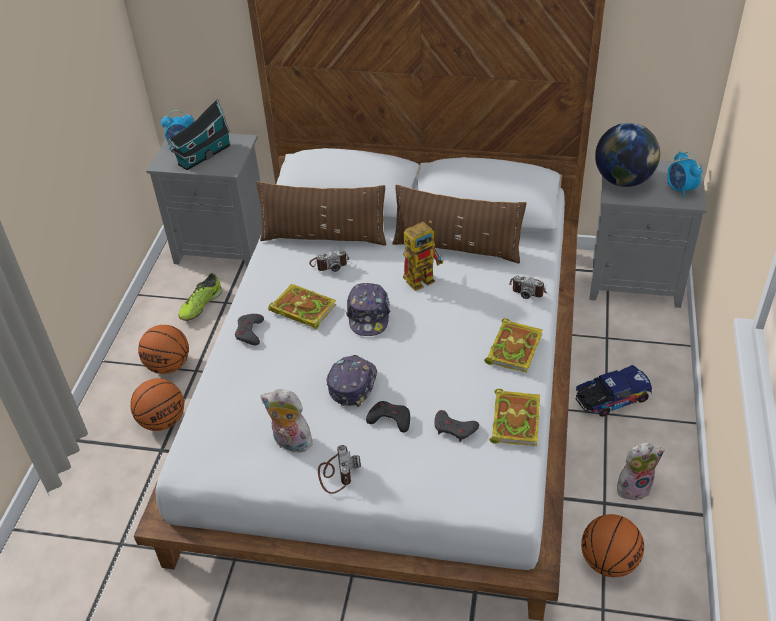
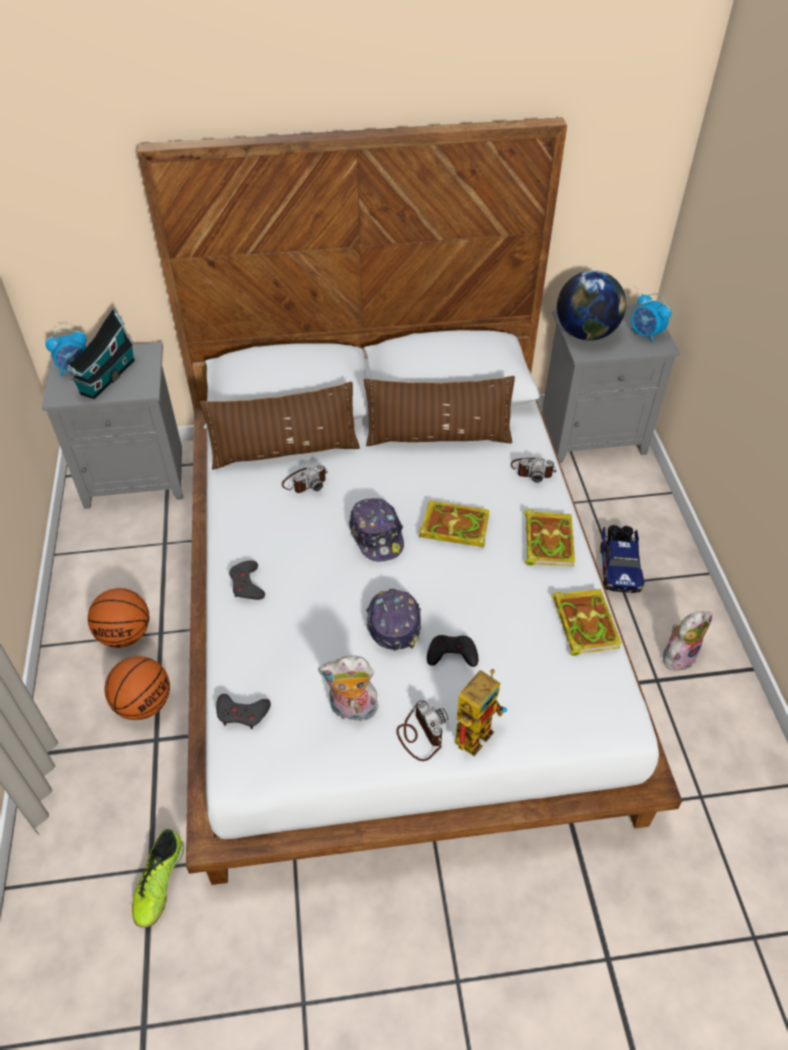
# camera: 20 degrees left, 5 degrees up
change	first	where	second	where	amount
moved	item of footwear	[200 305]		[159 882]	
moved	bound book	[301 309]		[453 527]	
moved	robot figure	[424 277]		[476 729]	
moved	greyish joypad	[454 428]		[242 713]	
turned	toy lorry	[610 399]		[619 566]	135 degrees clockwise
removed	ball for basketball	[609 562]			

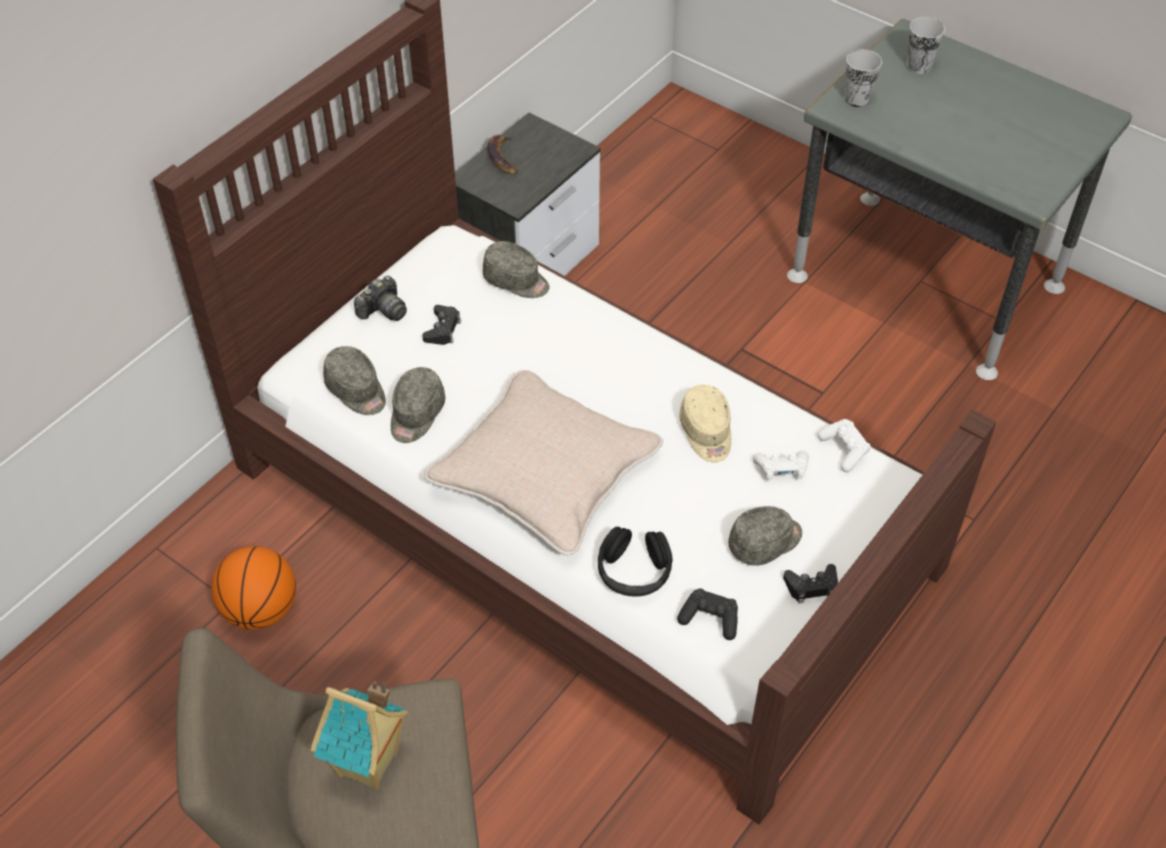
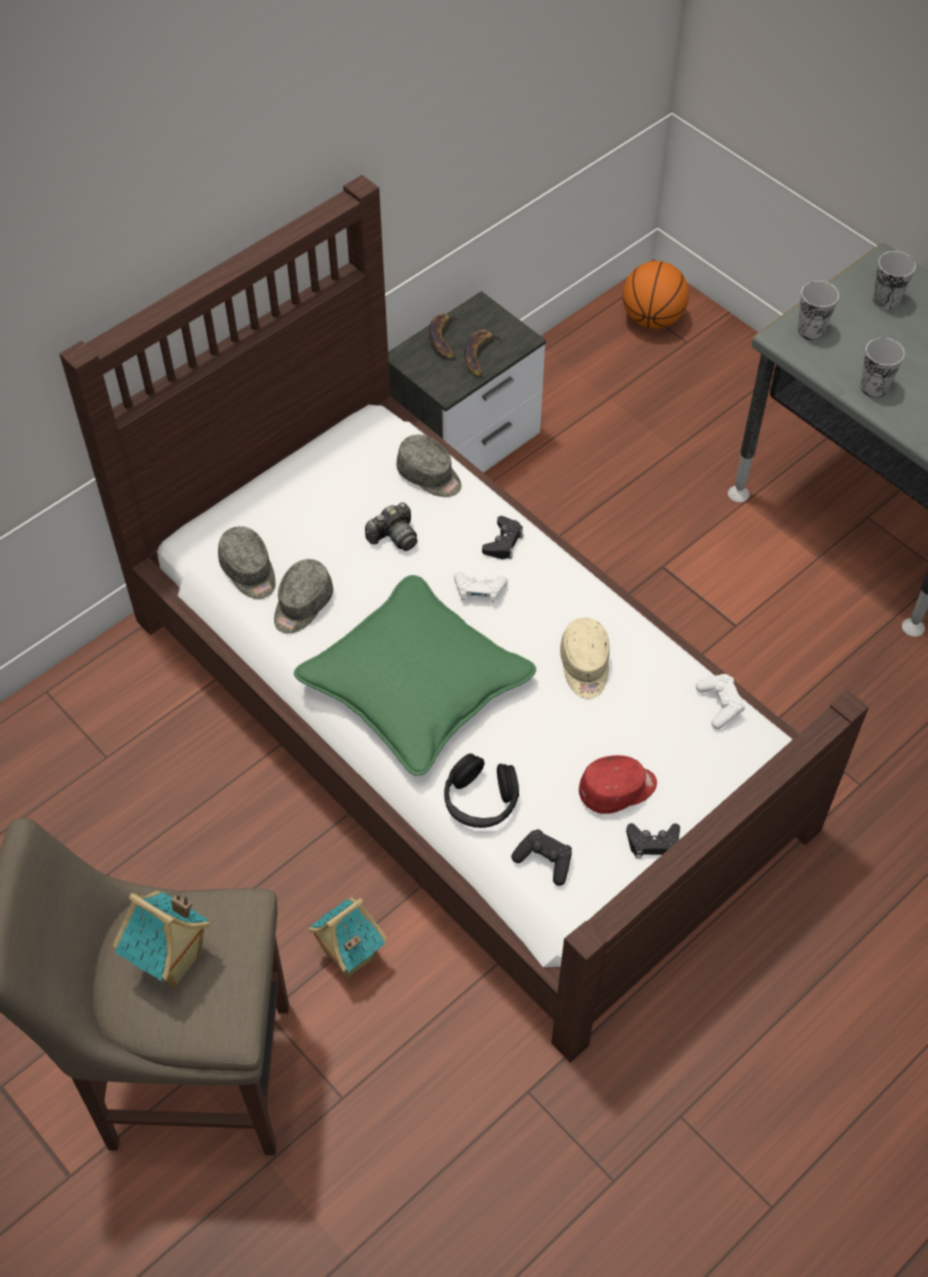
# camera: 10 degrees right, 5 degrees up
change	first	where	second	where	amount
moved	ball for basketball	[260 610]		[652 319]	
moved	still camera	[383 310]		[394 536]	
moved	black joypad	[443 329]		[503 542]	
recoloured	beige throw pillow	[545 471]	green-coloured throw pillow	[415 683]	
recoloured	greyish peaked cap	[766 542]	reddish peaked cap	[618 790]	
moved	whitish joypad	[781 470]		[479 592]	
added			model house	[349 957]	
added			whole banana	[480 355]	
added			cup	[874 387]	

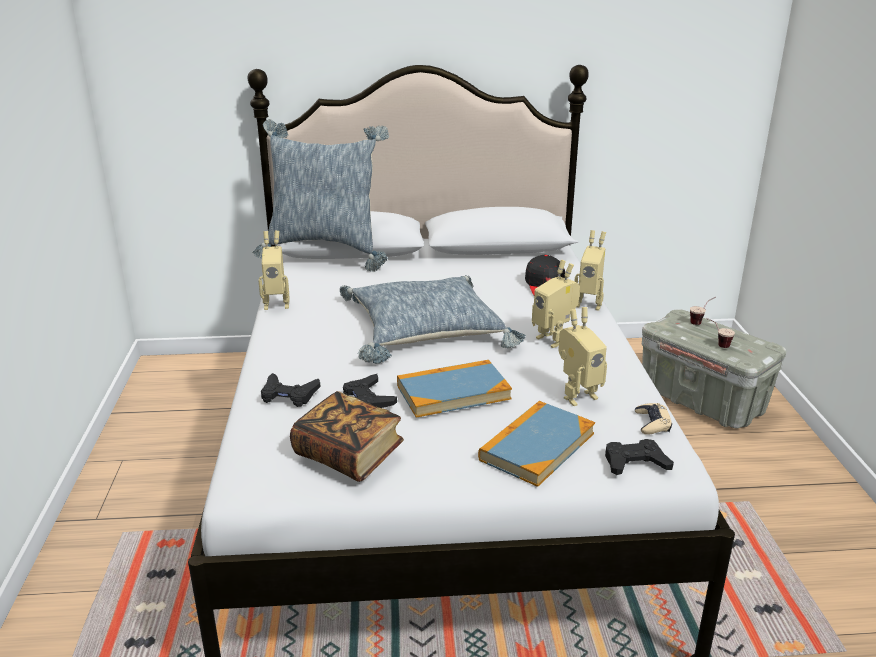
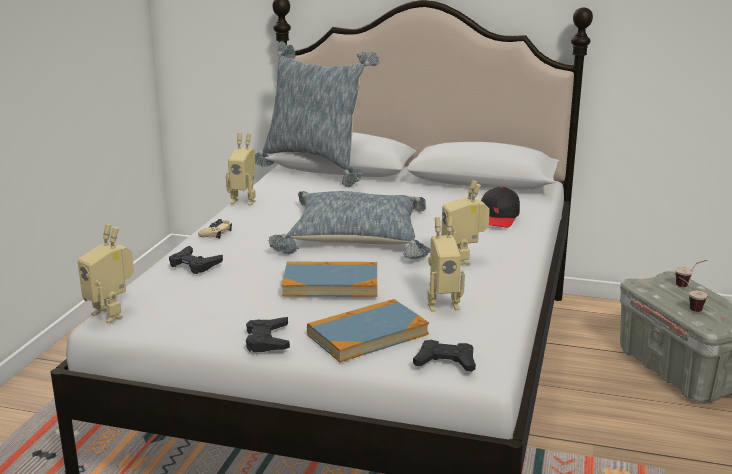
# camera: 20 degrees right, 5 degrees down
change	first	where	second	where	amount
removed	bound book	[348 454]			
moved	black joypad	[368 399]		[267 340]	
moved	robot figure	[589 304]		[112 314]	
moved	beige joypad	[652 423]		[216 233]	

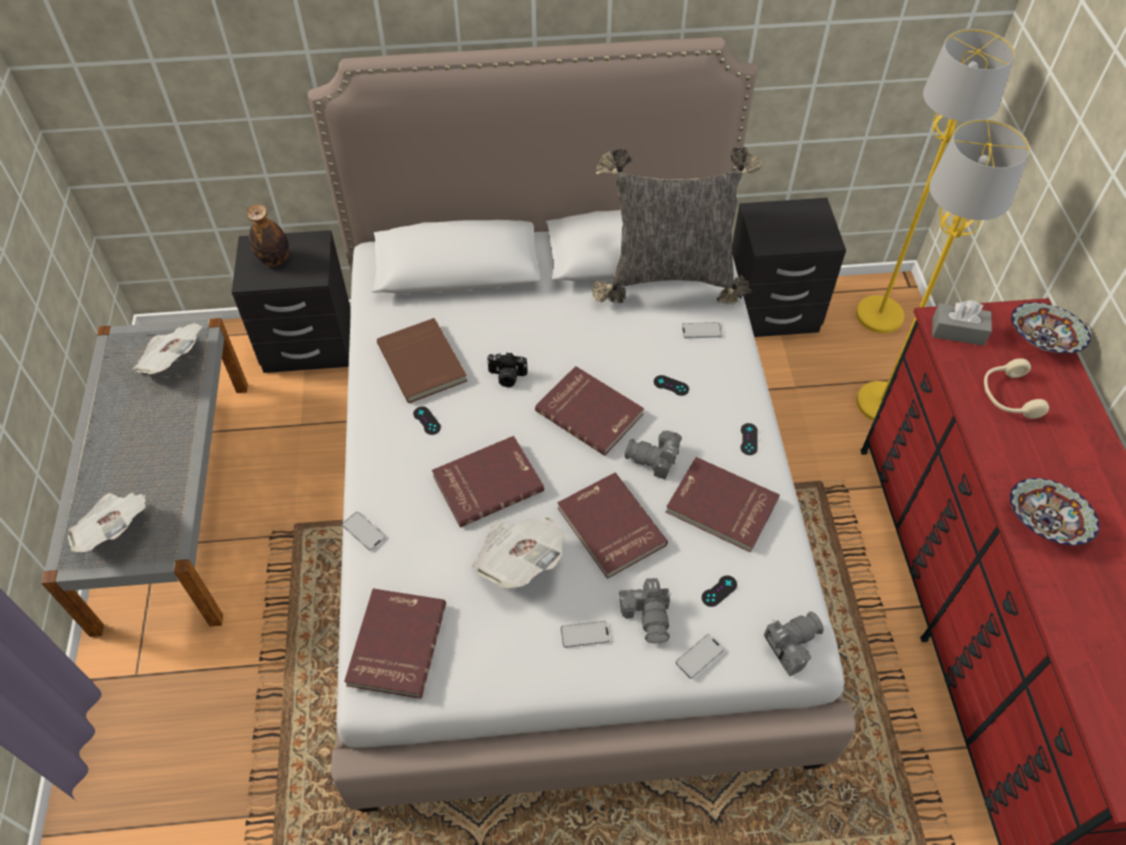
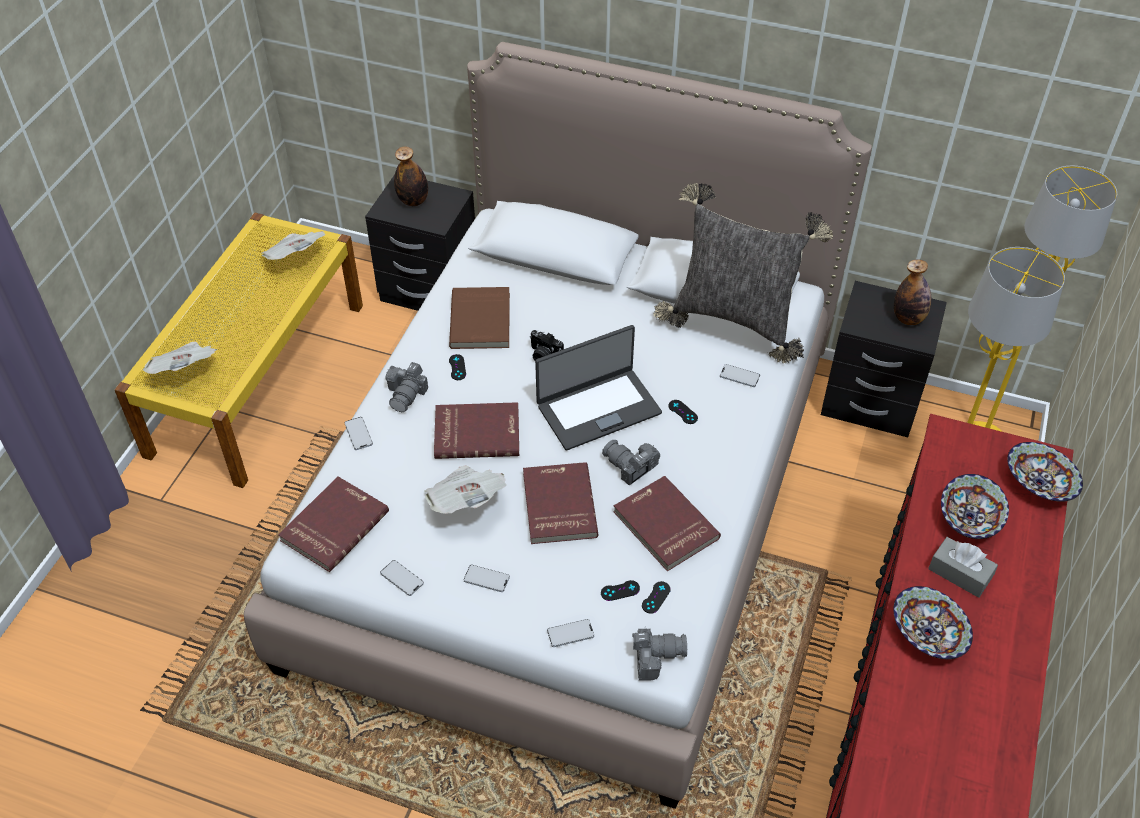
# camera: 25 degrees right, 5 degrees down
change	first	where	second	where	amount
recoloured	greyish indoor bench	[174 500]	yellowish indoor bench	[257 377]	
replaced	reddish bound book	[590 412]	laptop	[598 408]	
moved	still camera	[648 615]		[407 394]	
moved	black joypad	[749 439]		[656 597]	
moved	greyish tissue holder	[958 331]		[959 573]	
replaced	beige headset	[1007 396]	deep dish	[968 518]	
added			phone	[402 578]	
added			bottle	[908 318]	

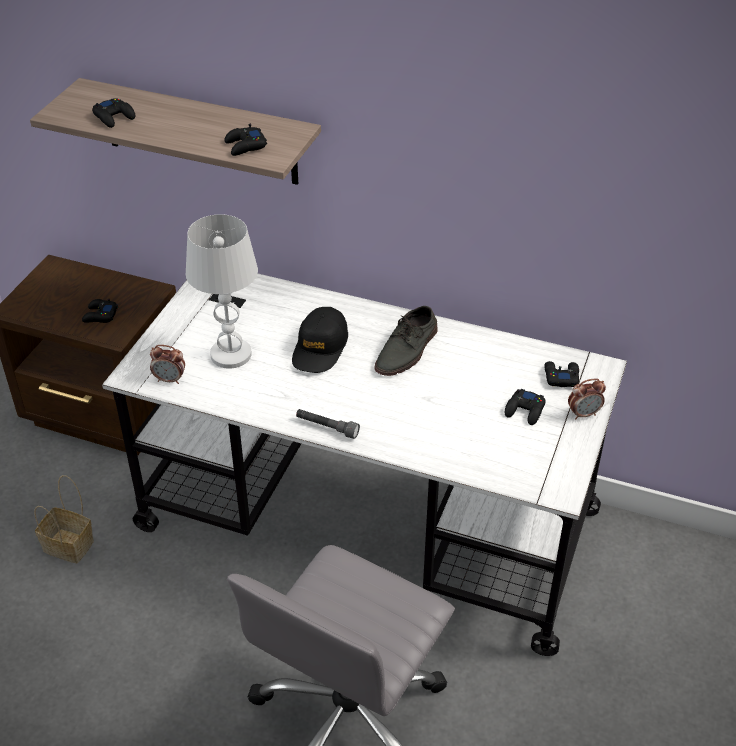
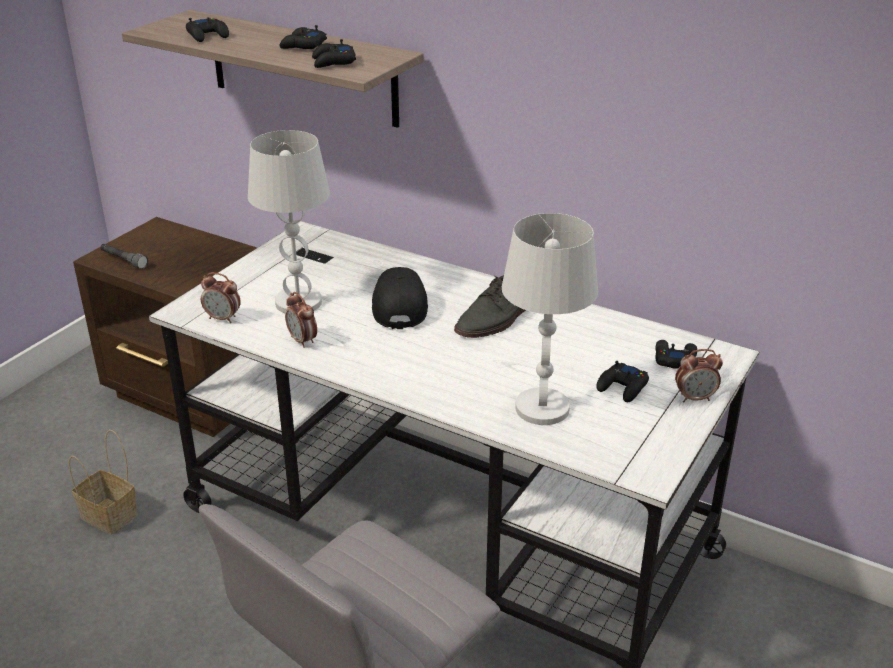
# camera: 10 degrees right, 10 degrees down
change	first	where	second	where	amount
moved	black joypad	[100 315]		[303 46]	
turned	black peaked cap	[320 348]		[399 306]	150 degrees clockwise
moved	greyish torch	[327 427]		[123 261]	
added			table clock	[302 341]	
added			whitish lamp for a table	[542 409]	

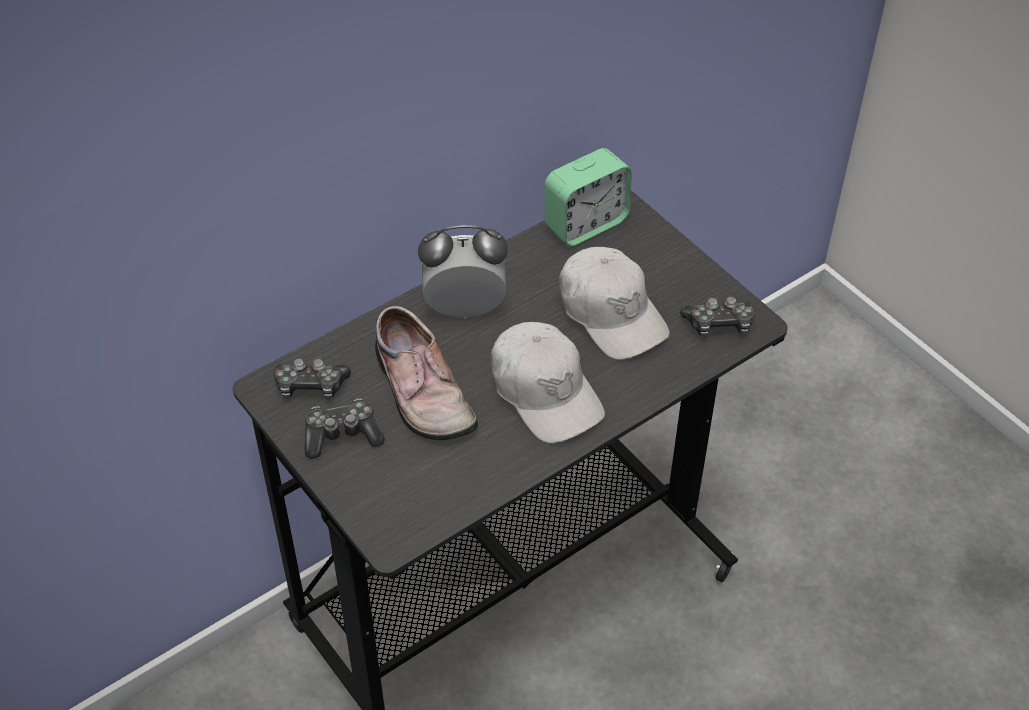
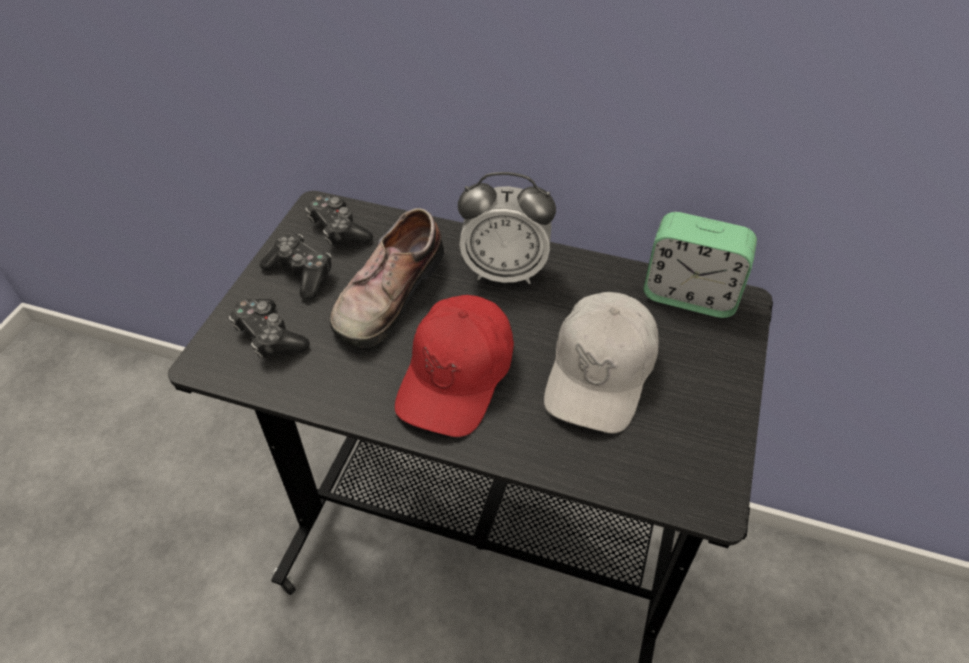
# camera: 55 degrees right, 0 degrees up
change	first	where	second	where	amount
turned	table clock	[465 309]		[505 271]	135 degrees clockwise
recoloured	whitish peaked cap	[545 392]	reddish peaked cap	[457 375]	
moved	joypad	[719 325]		[269 336]	

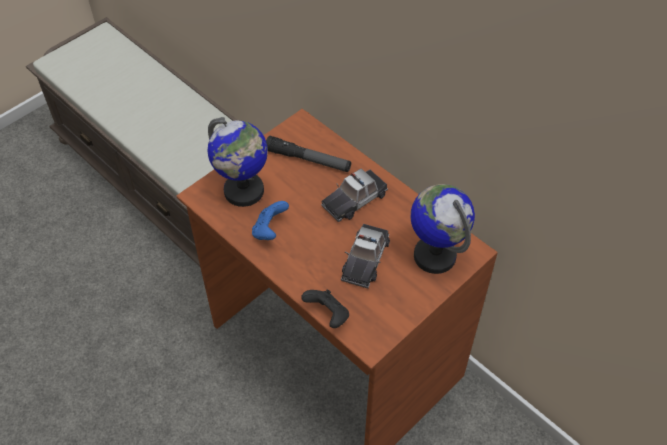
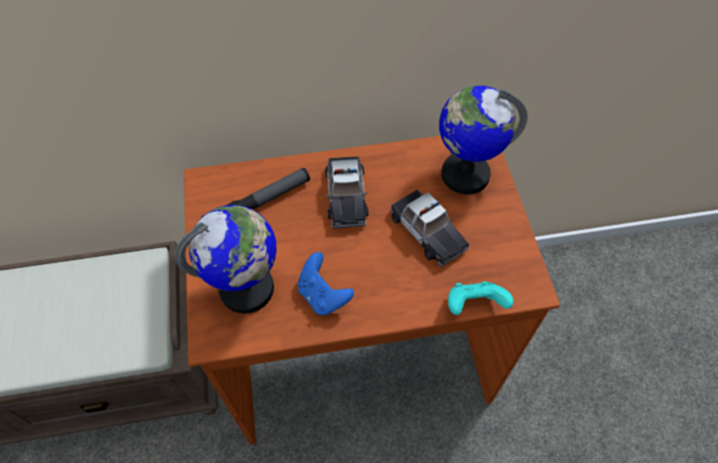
# camera: 55 degrees left, 5 degrees up
change	first	where	second	where	amount
recoloured	black joypad	[328 315]	turquoise joypad	[474 305]	

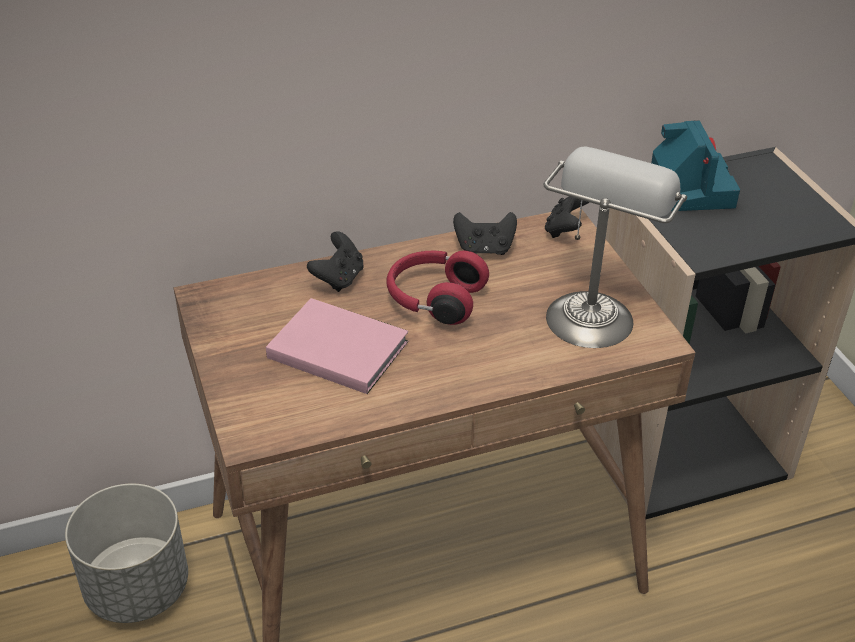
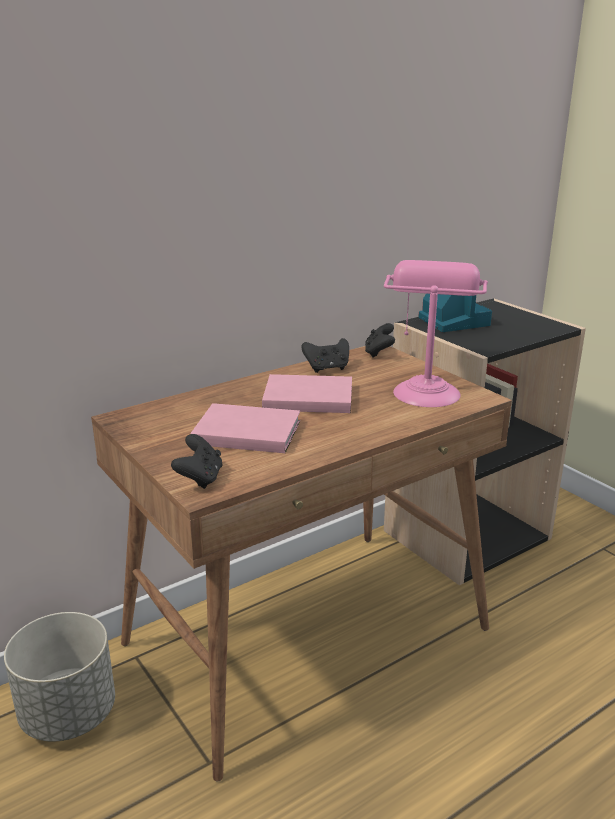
# camera: 15 degrees left, 15 degrees down
change	first	where	second	where	amount
moved	black joypad	[338 278]		[200 478]	
replaced	reddish headset	[434 299]	pinkish bound book	[306 397]	
recoloured	whitish lamp for a table	[594 307]	pinkish lamp for a table	[425 387]	

